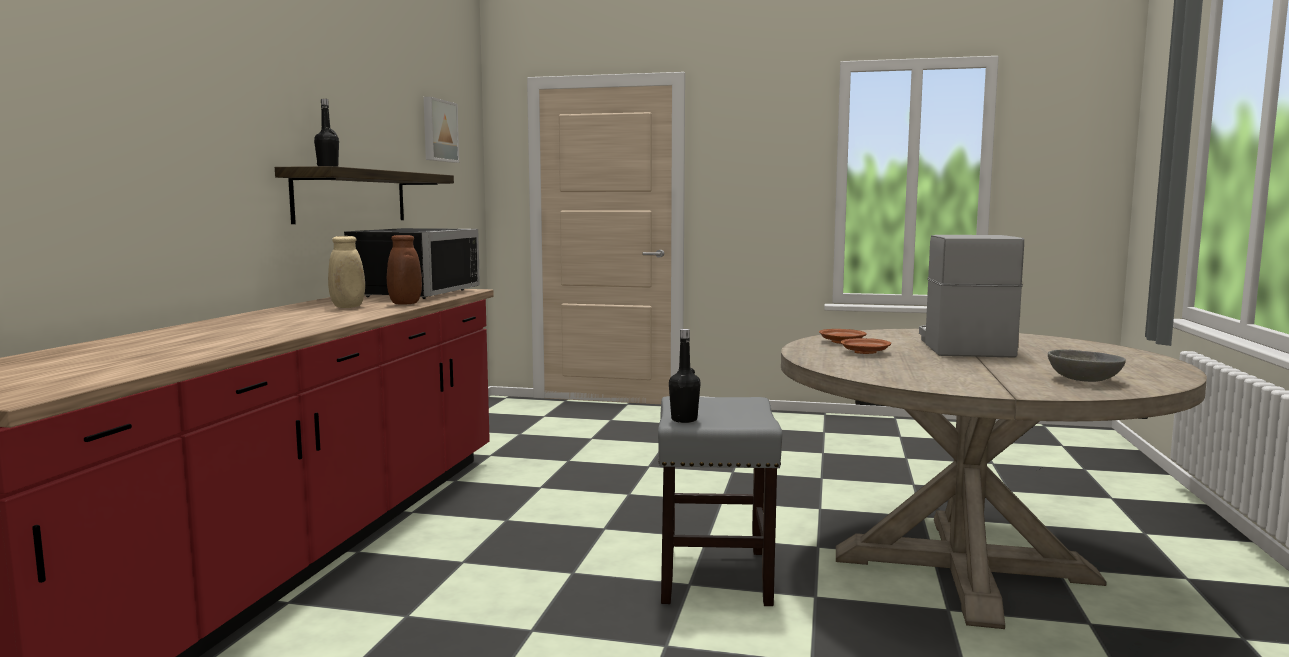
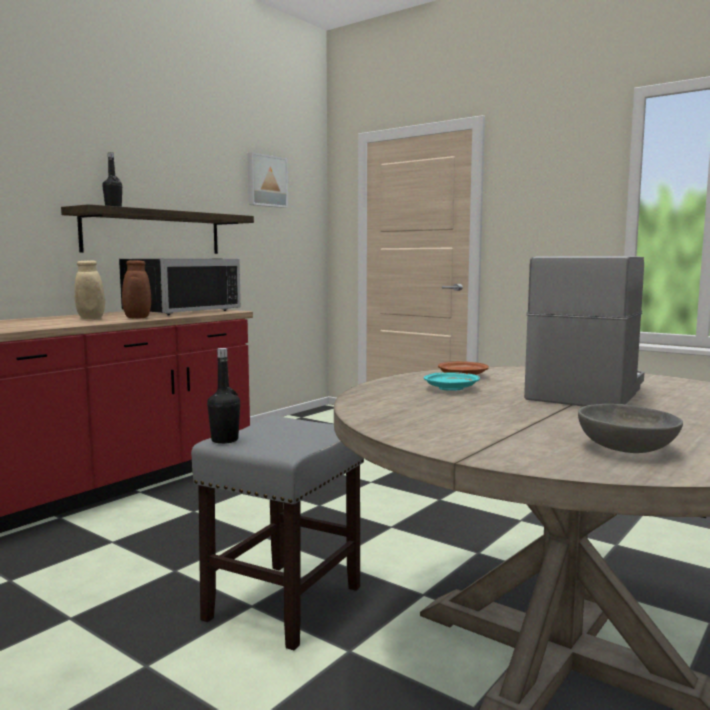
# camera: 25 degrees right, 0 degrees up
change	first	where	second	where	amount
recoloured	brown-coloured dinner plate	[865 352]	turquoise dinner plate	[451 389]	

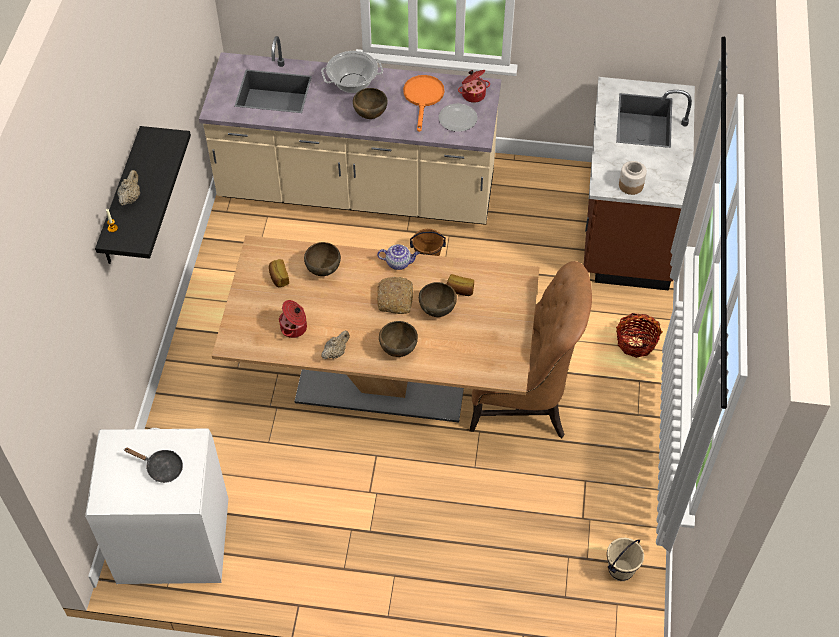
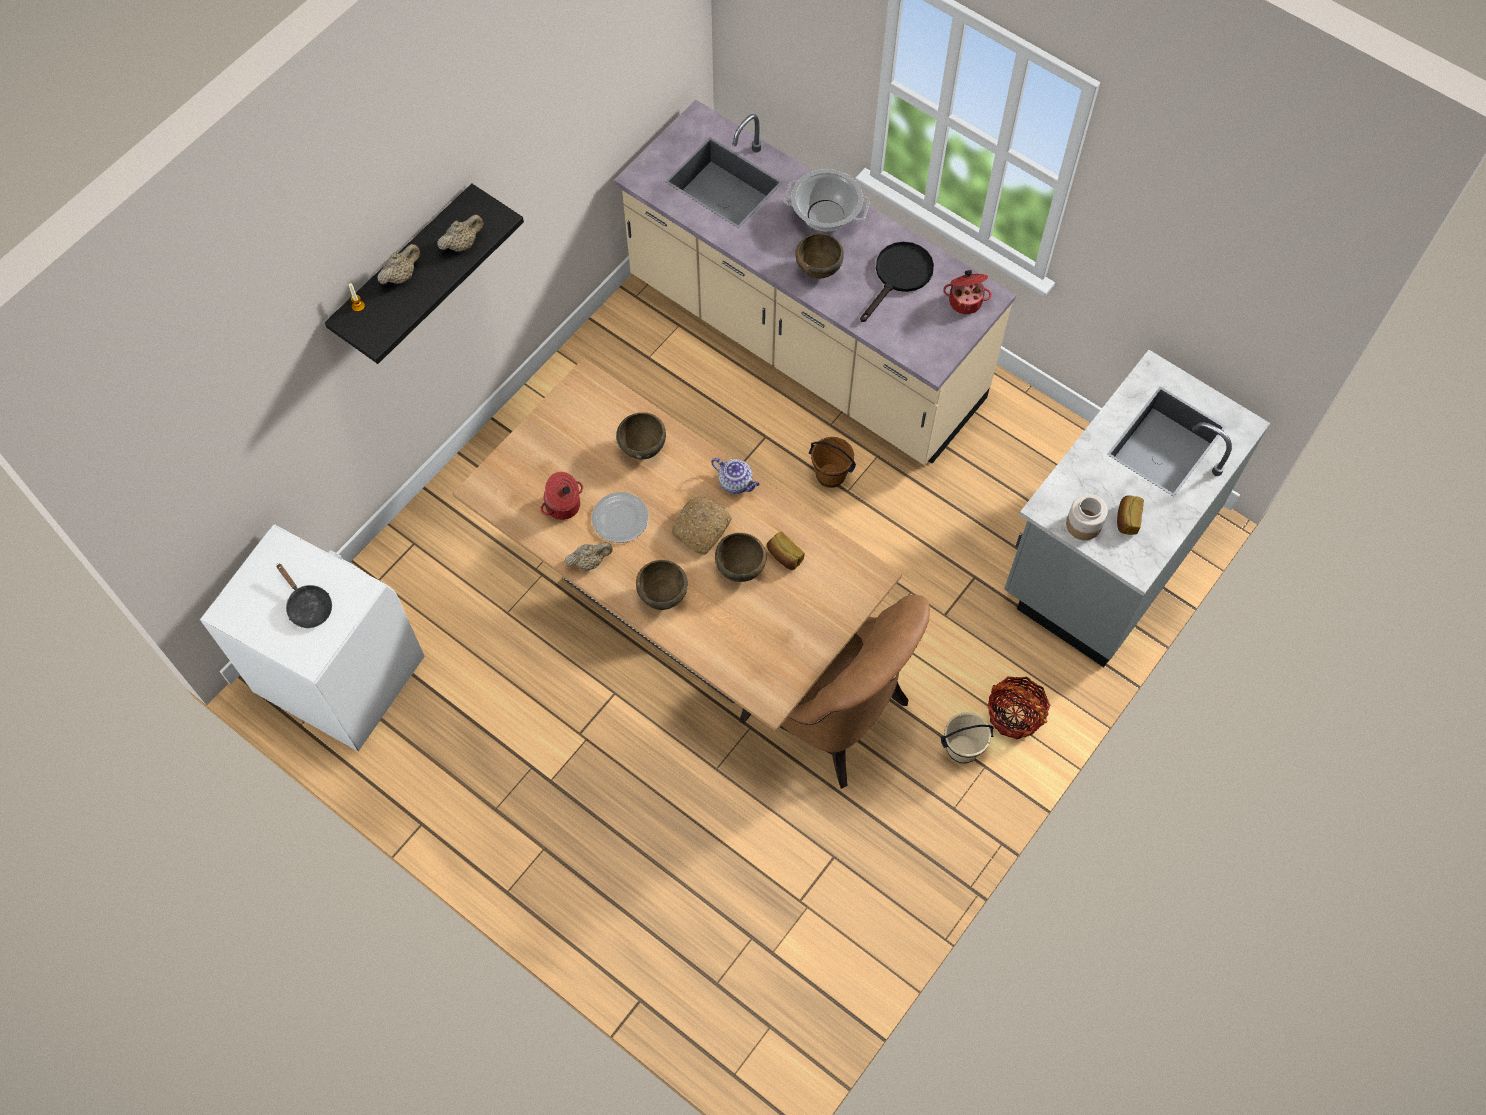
# camera: 30 degrees right, 10 degrees up
change	first	where	second	where	amount
moved	bakery bread	[278 278]		[1127 519]	
recoloured	orange frying pan	[423 98]	black frying pan	[899 276]	
moved	dinner plate	[458 119]		[620 519]	
recoloured	brown-coloured counter	[625 226]	greyish counter	[1107 553]	
moved	beige bucket	[621 570]		[962 750]	
added			beige teapot	[462 244]	

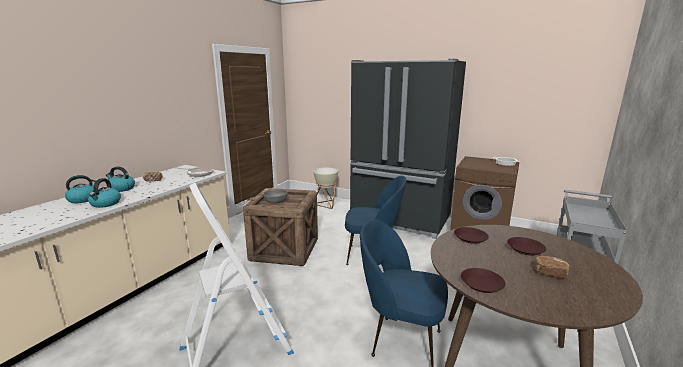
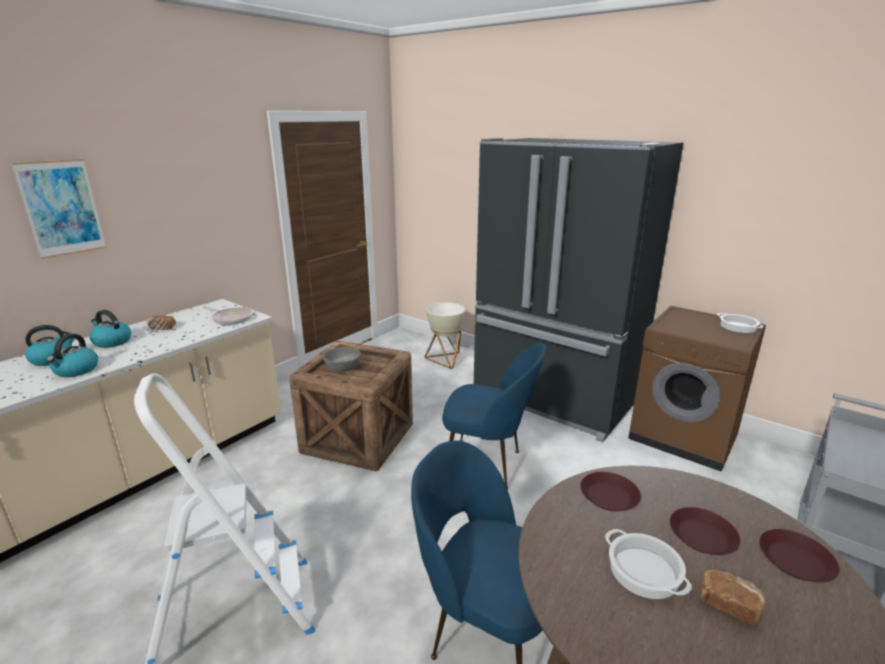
# camera: 10 degrees right, 5 degrees up
change	first	where	second	where	amount
moved	brown-coloured dinner plate	[481 284]		[795 561]	
added			picture	[61 208]	
added			stockpot	[645 571]	

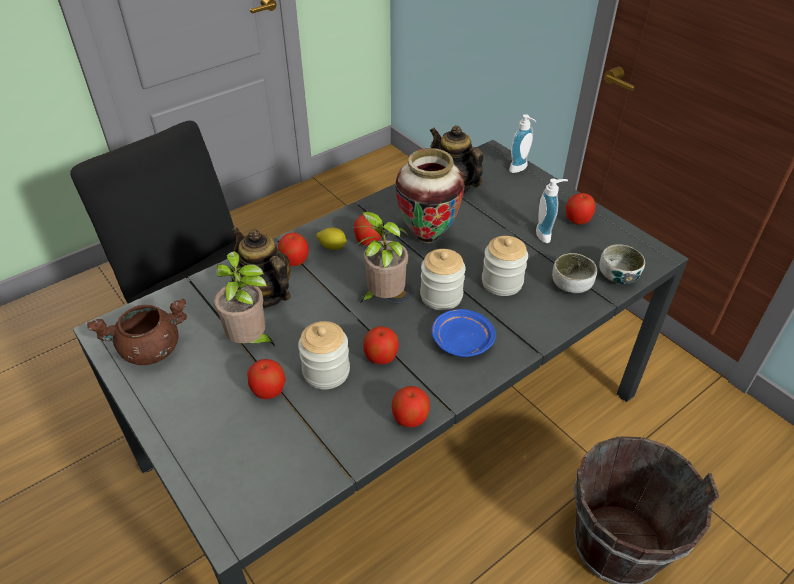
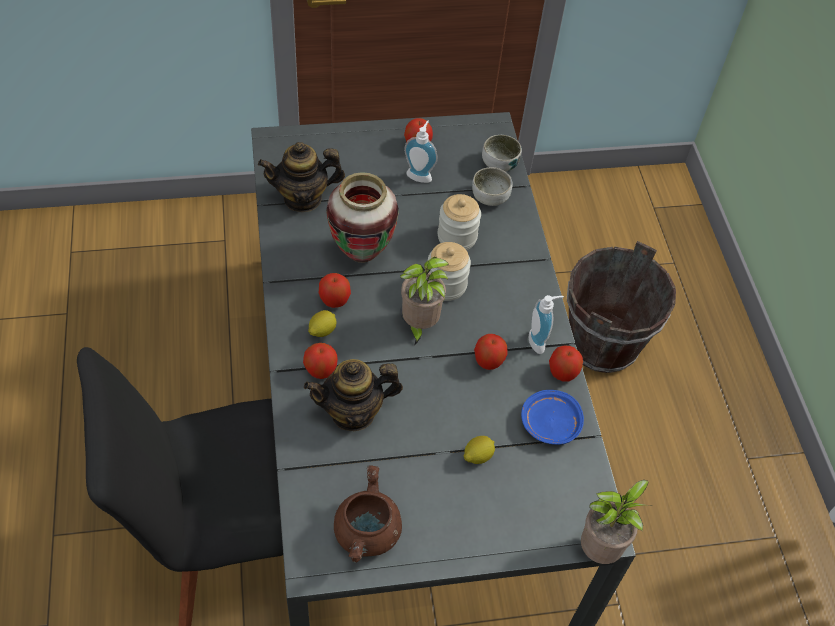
# camera: 65 degrees left, 10 degrees up
change	first	where	second	where	amount
moved	houseplant	[250 341]		[601 549]	
replaced	apple	[268 390]	lemon	[477 456]	
removed	jar	[326 371]			
moved	bluish dinner plate	[461 340]		[550 423]	
moved	liquid soap bottle	[520 169]		[540 341]	

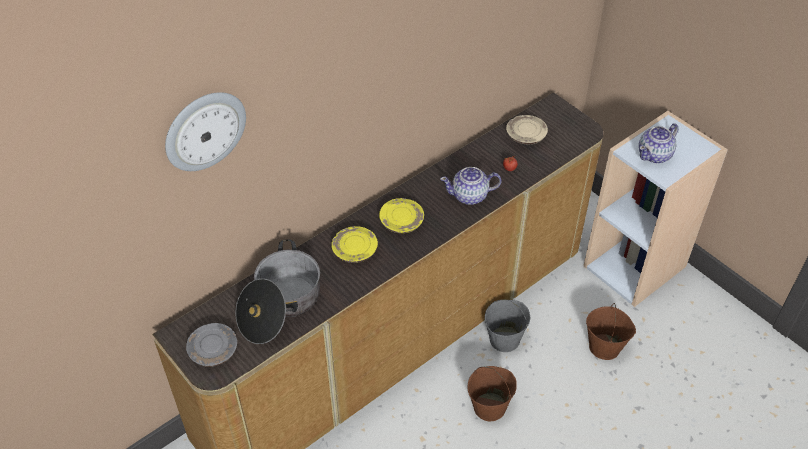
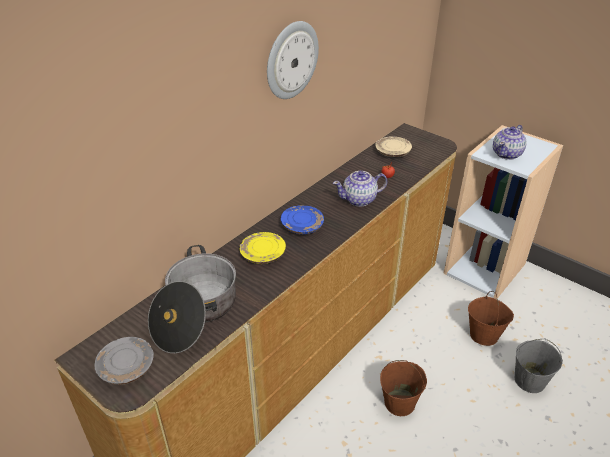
# camera: 10 degrees left, 10 degrees down
change	first	where	second	where	amount
moved	hanging clock	[204 130]		[291 60]	
recoloured	yellowish dinner plate	[401 221]	bluish dinner plate	[302 226]	
moved	greyish bucket	[504 339]		[529 380]	

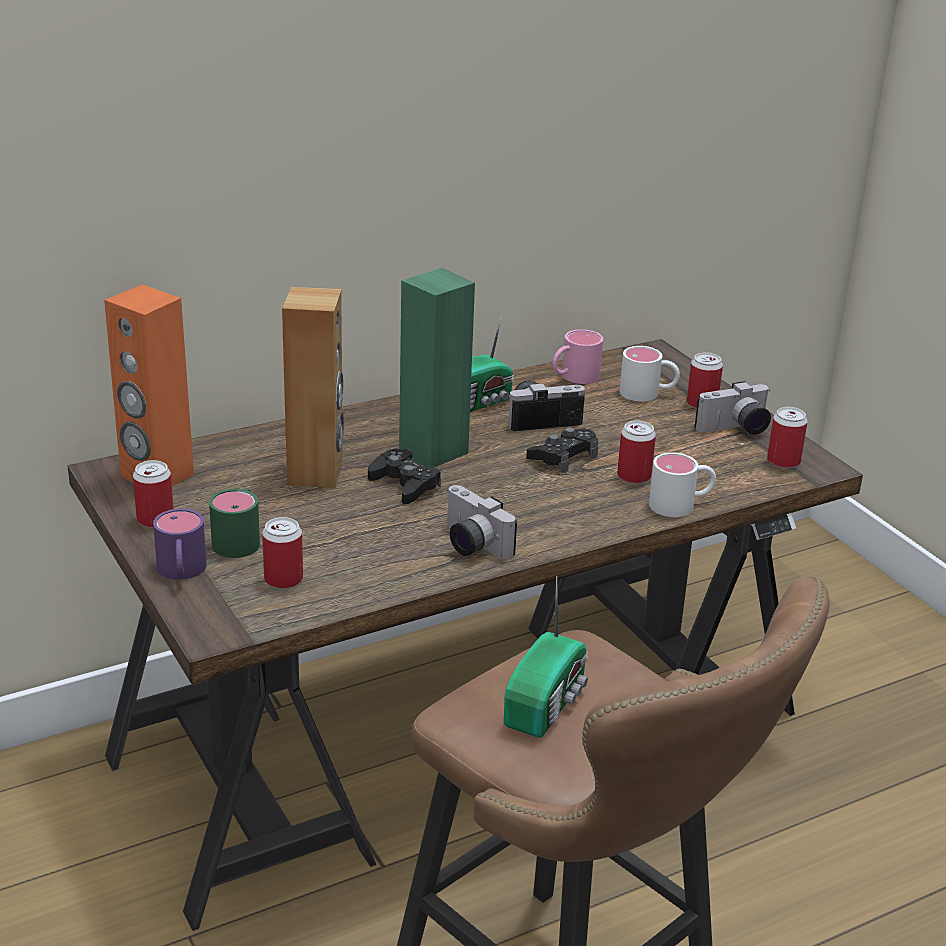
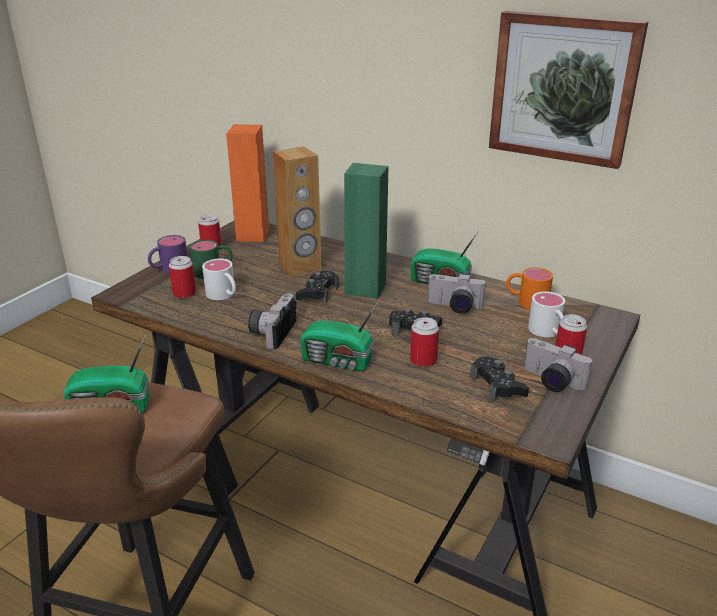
# camera: 60 degrees right, 0 degrees up
change	first	where	second	where	amount
turned	still camera	[541 418]		[454 307]	150 degrees clockwise
recoloured	pinkish coffee mug	[573 377]	orange coffee mug	[526 301]	
moved	whitish coffee mug	[681 504]		[224 295]	
removed	sealed can	[783 461]			
added			radio	[338 361]	
added			black joypad	[497 385]	
added			picture	[564 88]	

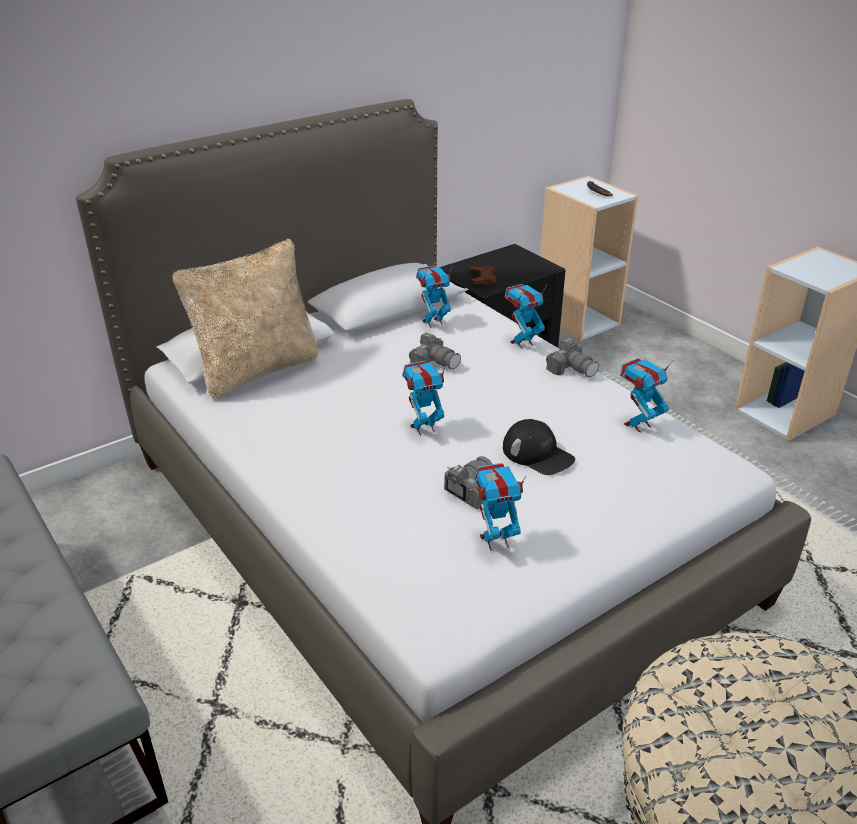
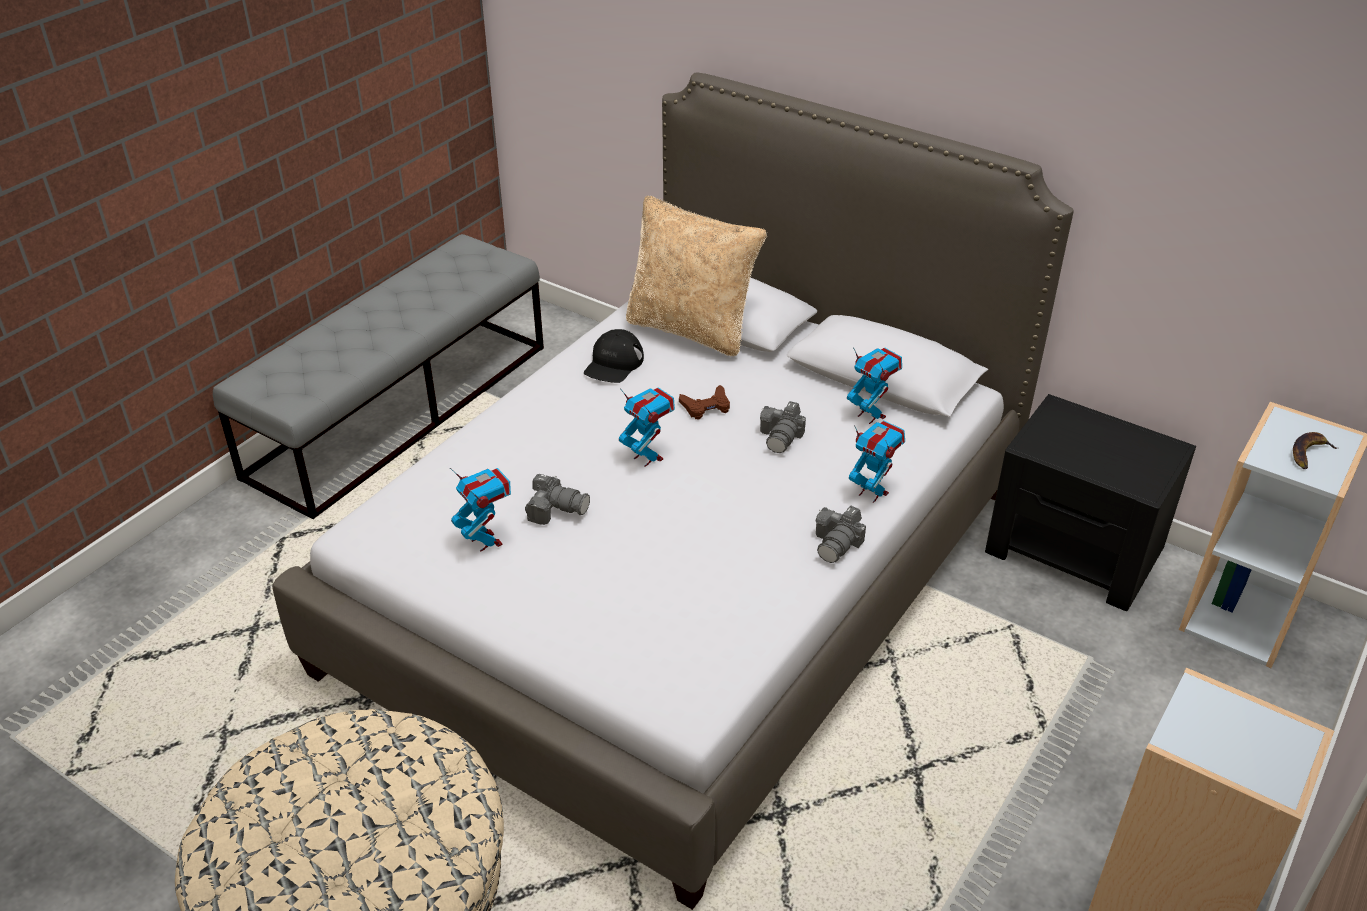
# camera: 70 degrees right, 5 degrees up
change	first	where	second	where	amount
moved	brown-coloured joypad	[482 278]		[706 407]	
moved	black peaked cap	[538 454]		[614 364]	
removed	robot figure	[638 425]			

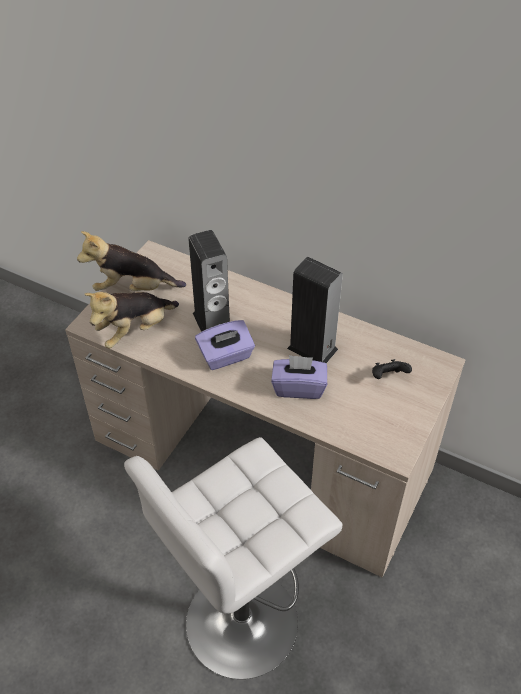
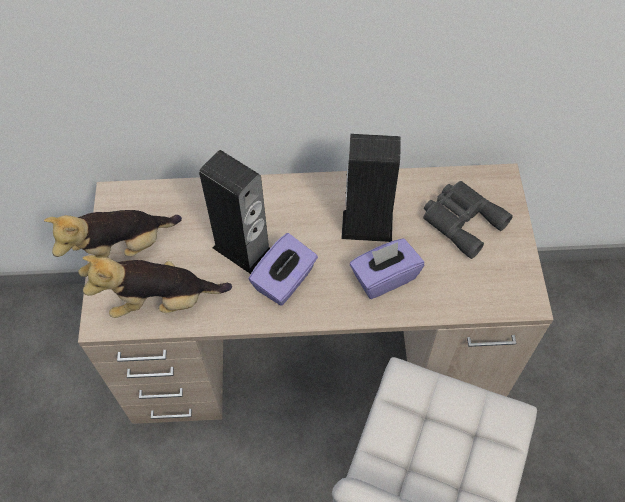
# camera: 30 degrees left, 10 degrees up
change	first	where	second	where	amount
turned	cuddly toy	[135 330]		[162 301]	60 degrees clockwise
replaced	black joypad	[388 377]	greyish pair of binoculars	[461 219]	

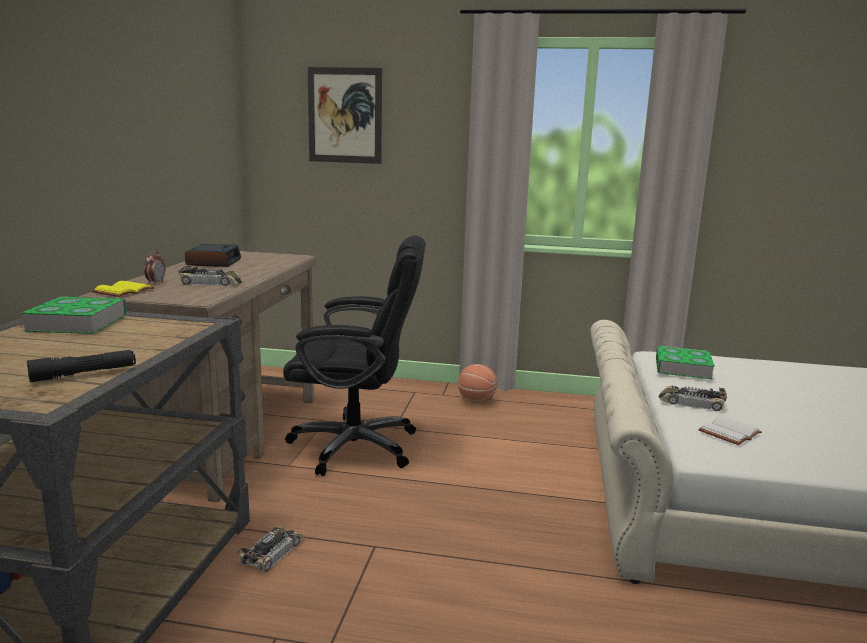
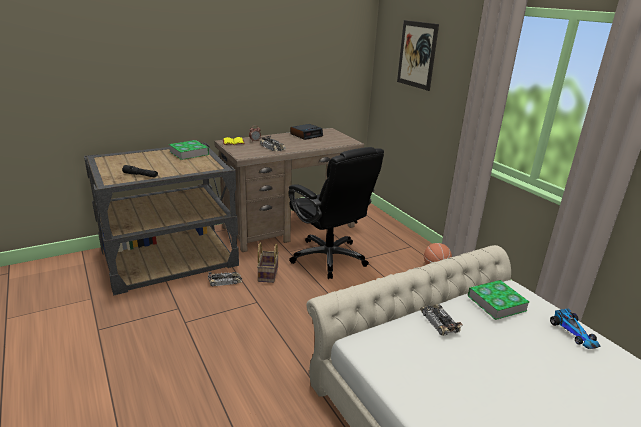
# camera: 50 degrees right, 10 degrees up
change	first	where	second	where	amount
removed	whitish bound book	[730 433]			
added			storage basket	[267 273]	
added			model car	[574 332]	

